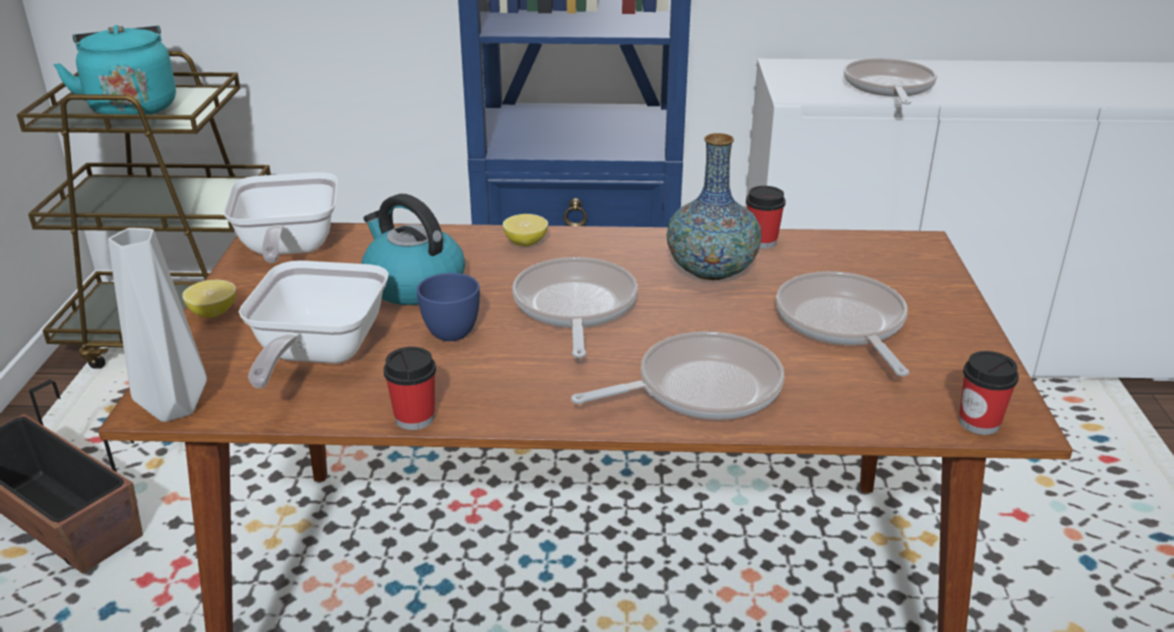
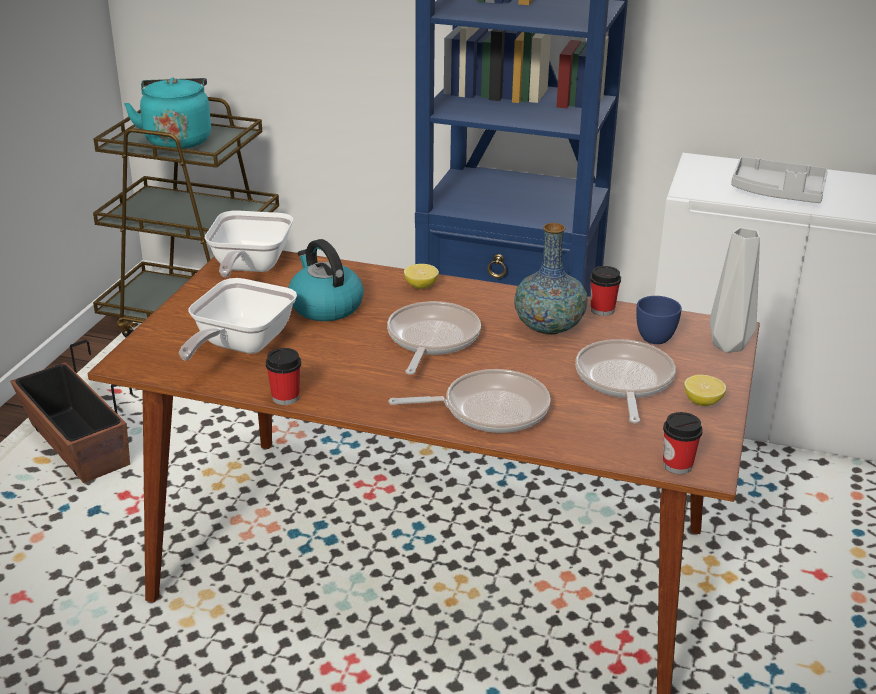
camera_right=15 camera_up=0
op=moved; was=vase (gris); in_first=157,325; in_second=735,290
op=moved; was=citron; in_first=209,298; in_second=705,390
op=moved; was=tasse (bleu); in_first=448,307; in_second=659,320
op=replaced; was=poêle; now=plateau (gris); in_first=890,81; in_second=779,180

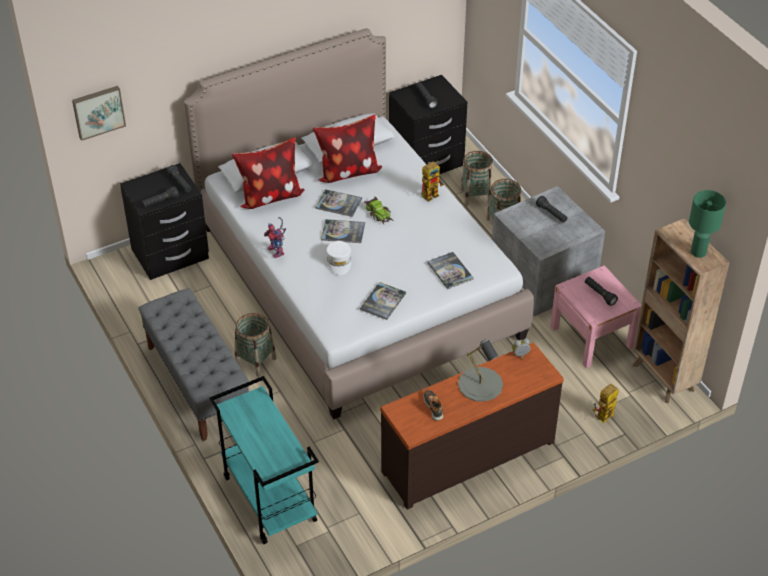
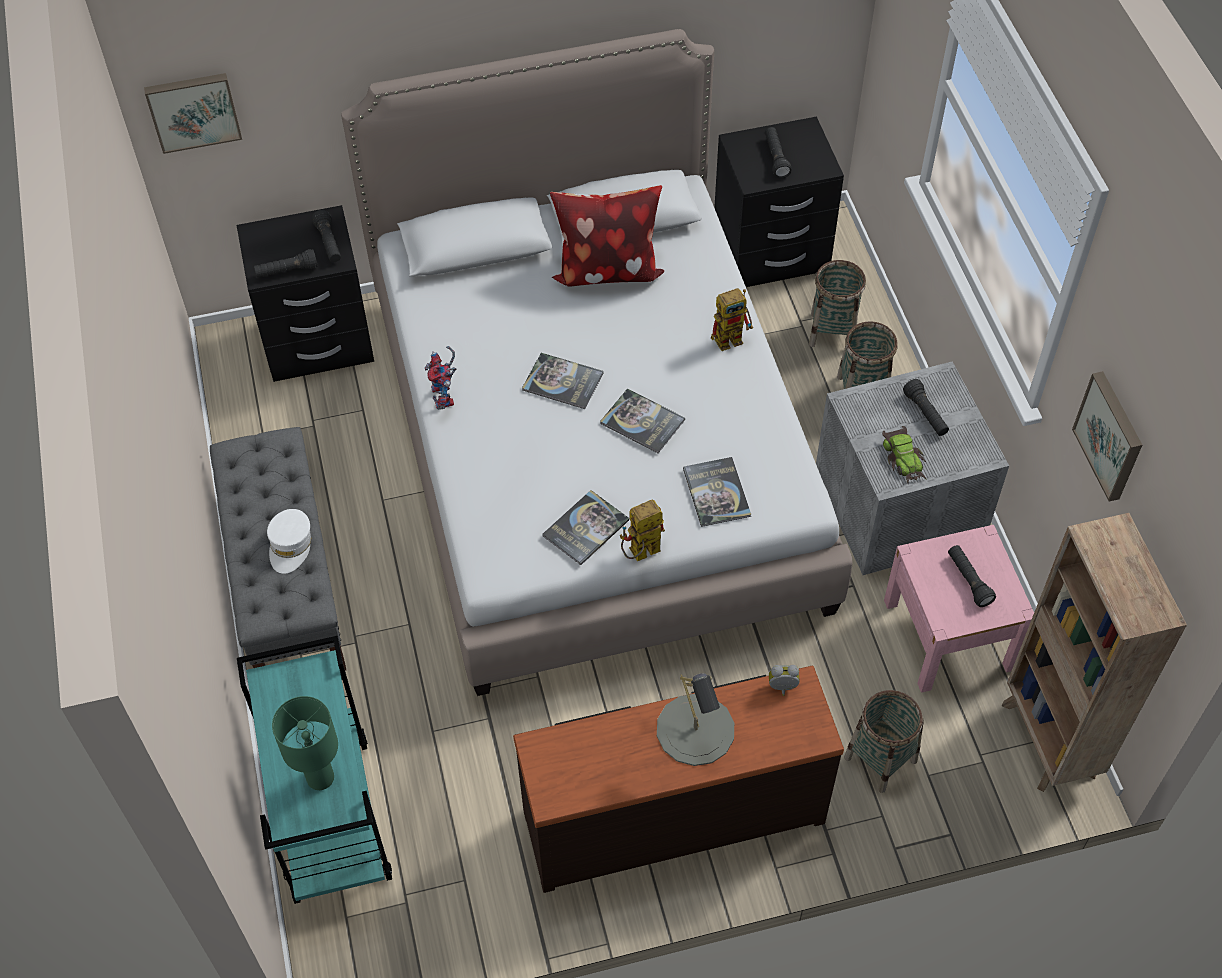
camera_right=15 camera_up=10
op=removed; was=coussin; in_first=268,173
op=removed; was=chaussure; in_first=433,405
op=added; now=tableau; in_second=1107,436
op=moved; was=panier; in_first=255,345; in_second=884,741
op=moved; was=livre; in_first=338,203; in_second=642,420
op=moved; was=casquette (blanc); in_first=338,258; in_second=289,541
op=moved; was=petite voiture; in_first=379,210; in_second=904,455
op=moved; was=robot jouet; in_first=606,403; in_second=642,530
op=moved; was=lampe de table (vert); in_first=707,224; in_second=305,743

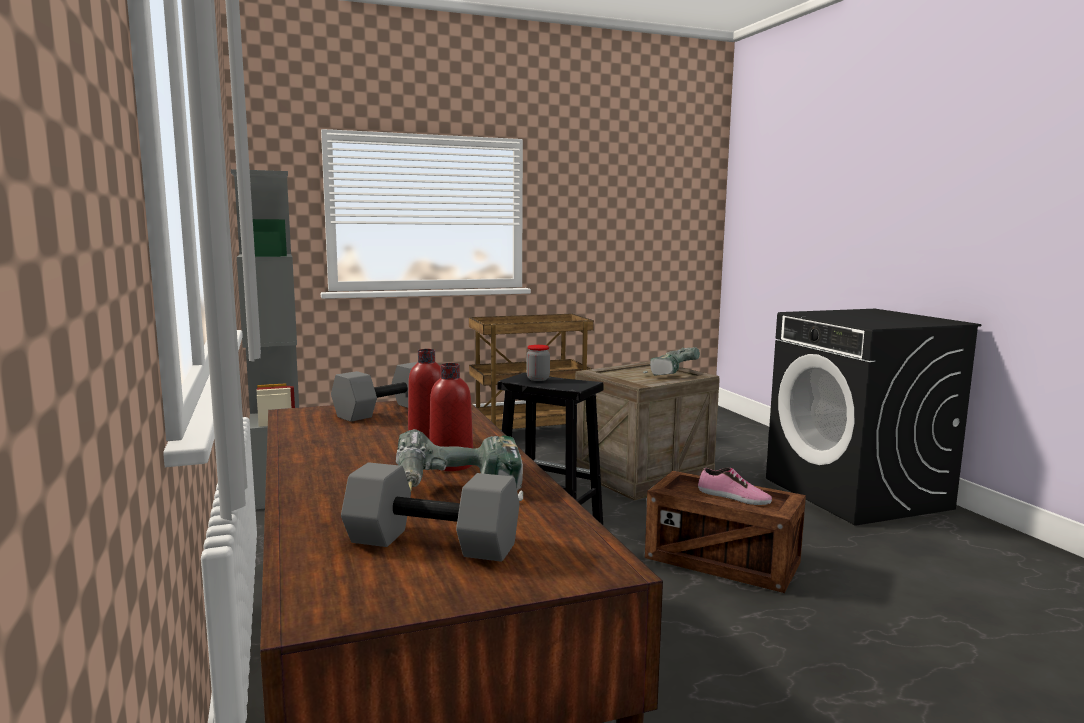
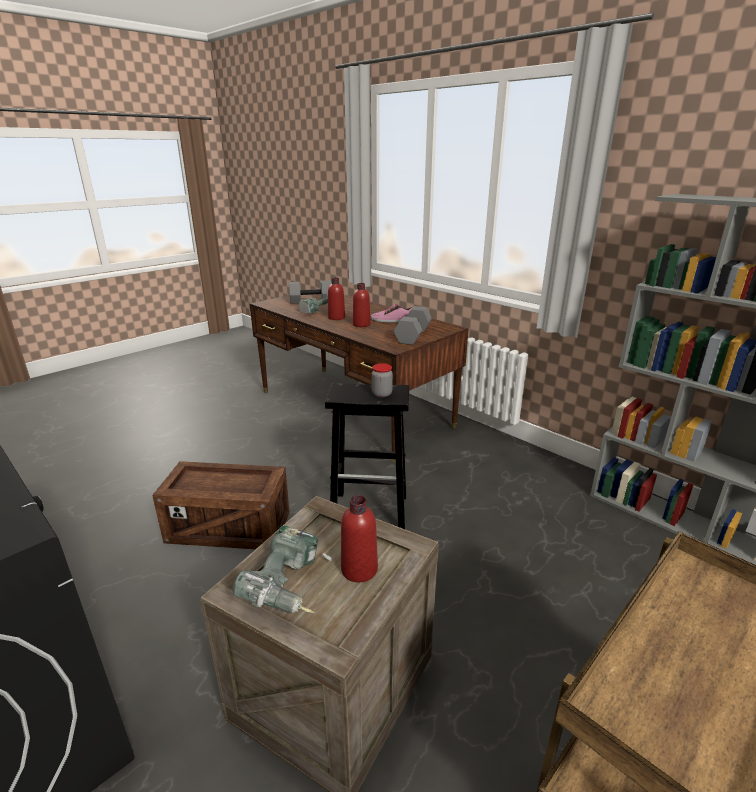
camera_right=155 camera_up=15
op=added; now=bouteille (rouge); in_second=359,538
op=moved; was=chaussure; in_first=735,486; in_second=392,313

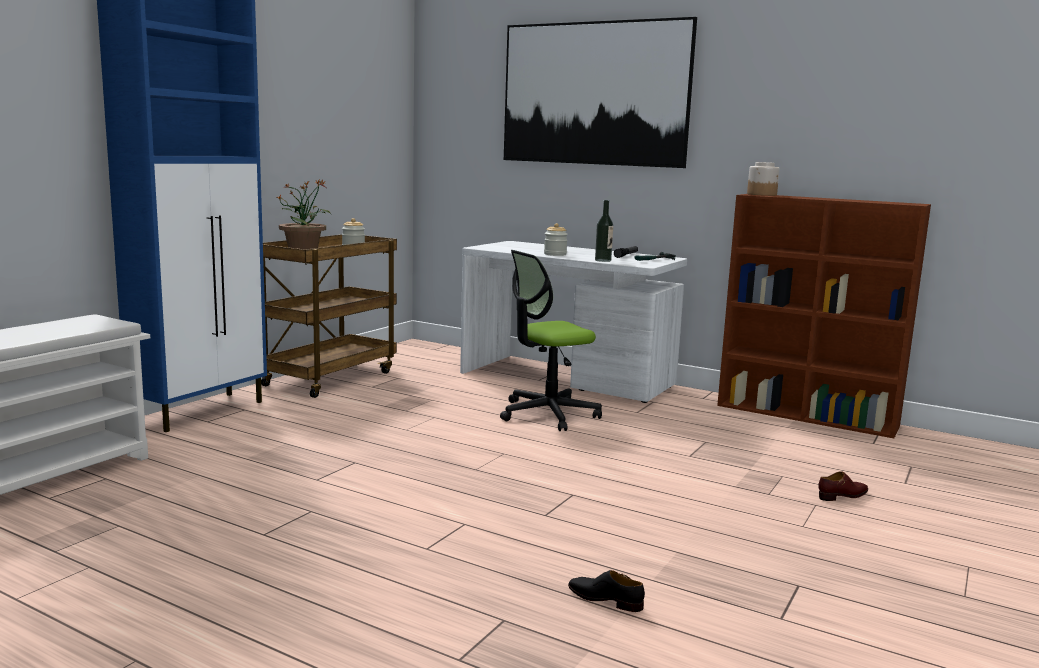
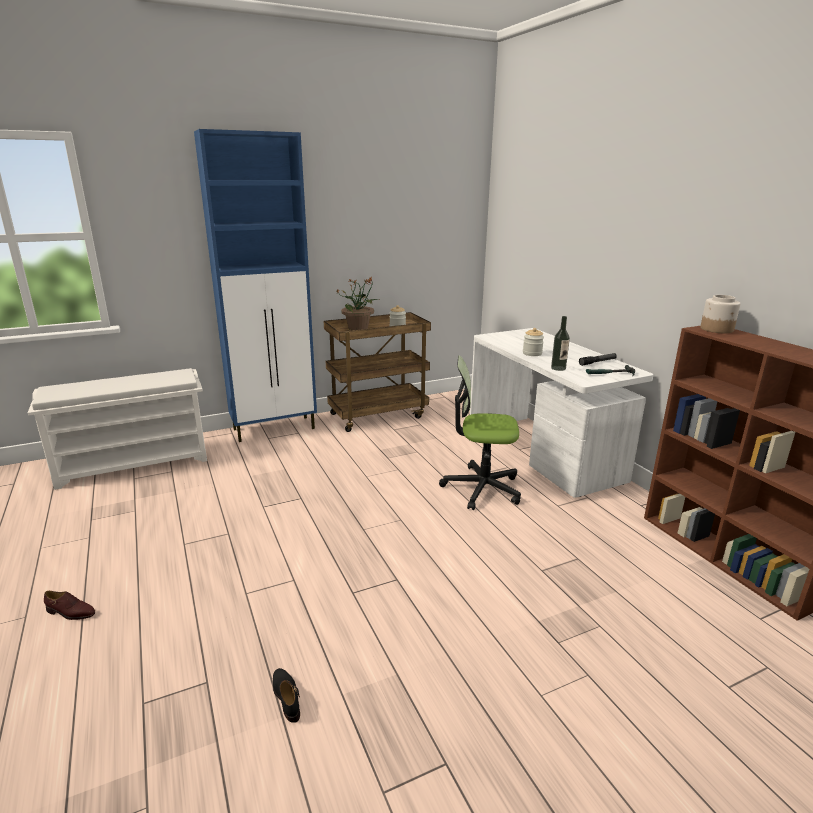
camera_right=35 camera_up=10
op=removed; was=tableau; in_first=600,92
op=moved; was=chaussure (marron); in_first=843,486; in_second=69,605

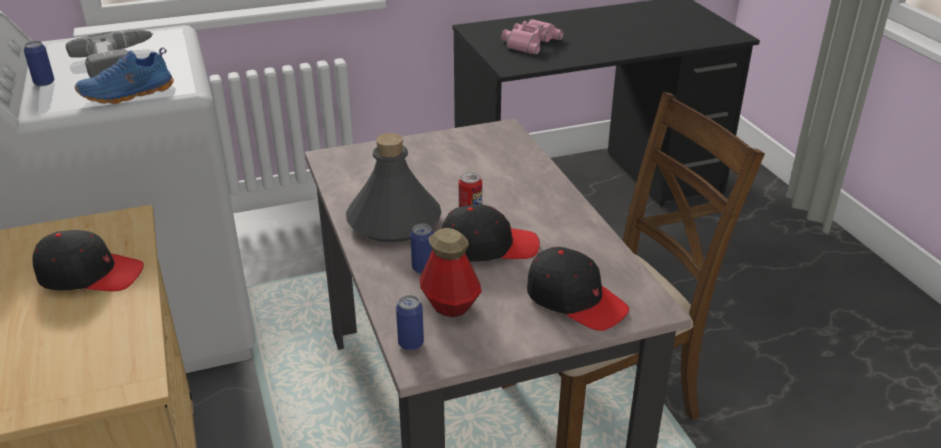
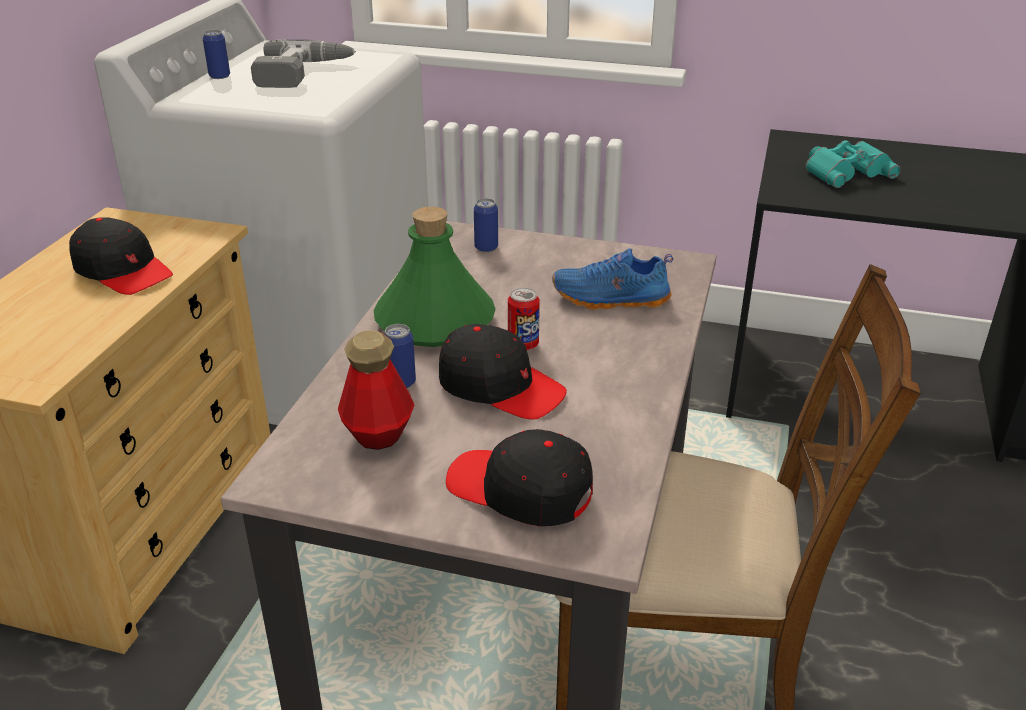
camera_right=35 camera_up=0
op=moved; was=chaussure (bleu); in_first=124,75; in_second=612,279
op=moved; was=boîte métallique; in_first=410,323; in_second=486,225
op=recoloured; was=bouteille (gris); now=bouteille (vert); in_first=394,187; in_second=435,277
op=recoloured; was=jumelles (rose); now=jumelles (turquoise); in_first=532,37; in_second=853,164
op=turned; was=casquette (noir); in_first=578,289; in_second=519,477; clockwise=135

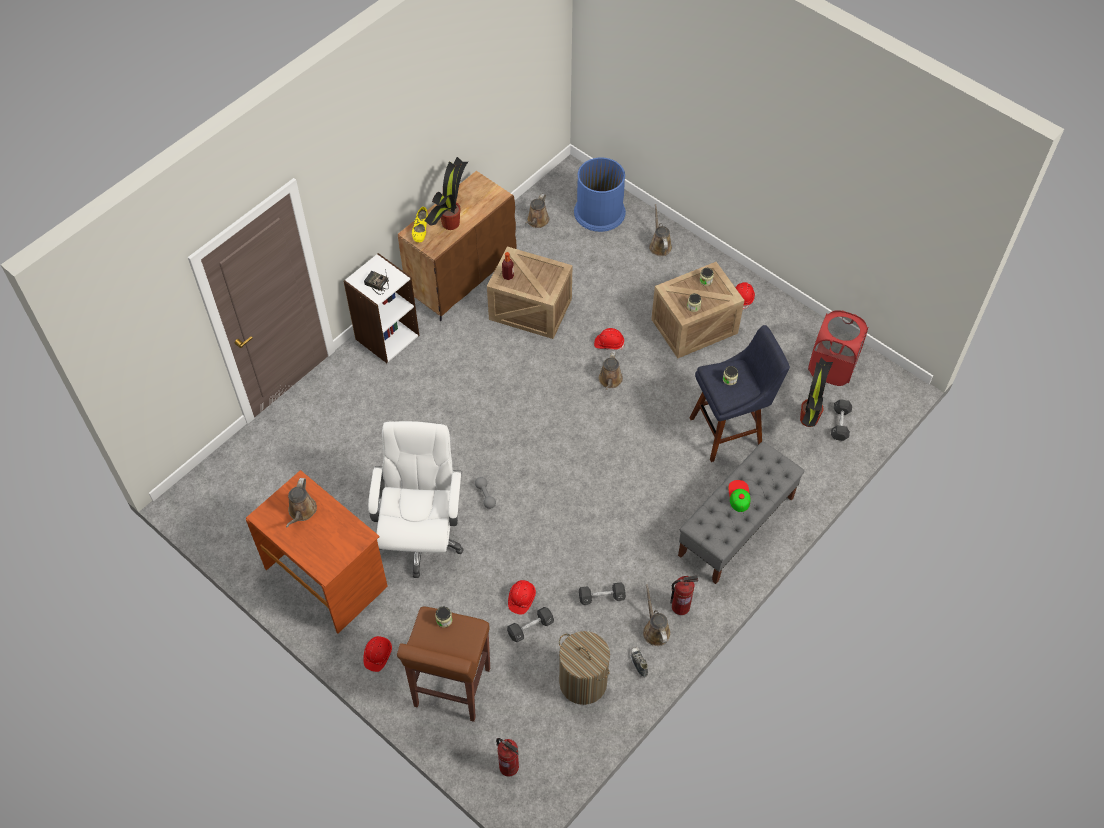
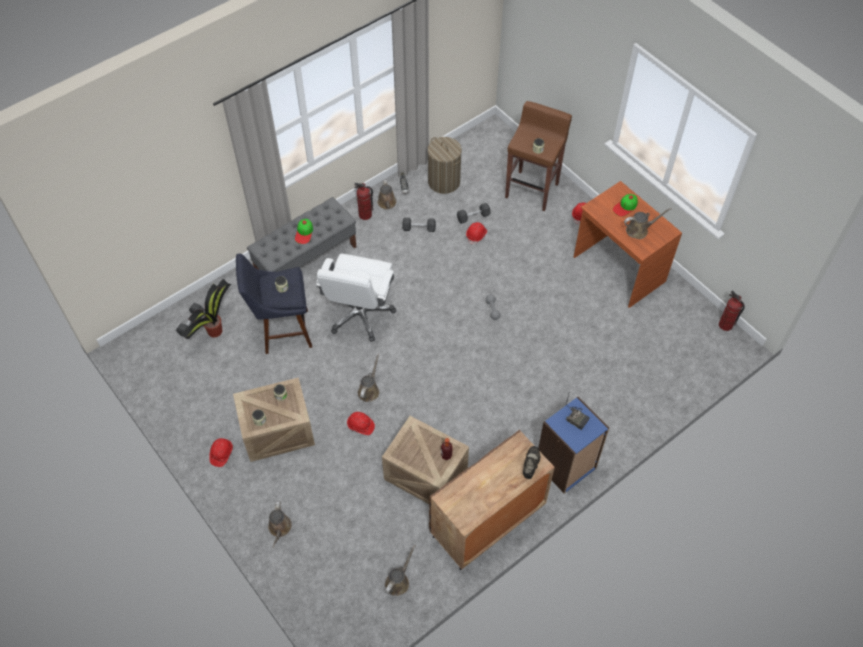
camera_right=-170 camera_up=0
op=removed; was=plante en pot; in_first=446,193
op=removed; was=poubelle (bleu); in_first=600,194
op=removed; was=panier à linge (rouge); in_first=838,348
op=added; now=casquette; in_second=625,205
op=moved; was=chaise de bureau (blanc); in_first=416,499; in_second=356,298
op=moved; was=extincteur; in_first=507,757; in_second=732,310
op=recoloured; was=bibliothèque (blanc); now=bibliothèque (bleu); in_first=381,308; in_second=573,445
op=recoloured; was=chaussure (jaune); now=chaussure (noir); in_first=420,225; in_second=532,462
op=turned; was=arrosoir (marron); in_first=301,503; in_second=648,223; clockwise=60

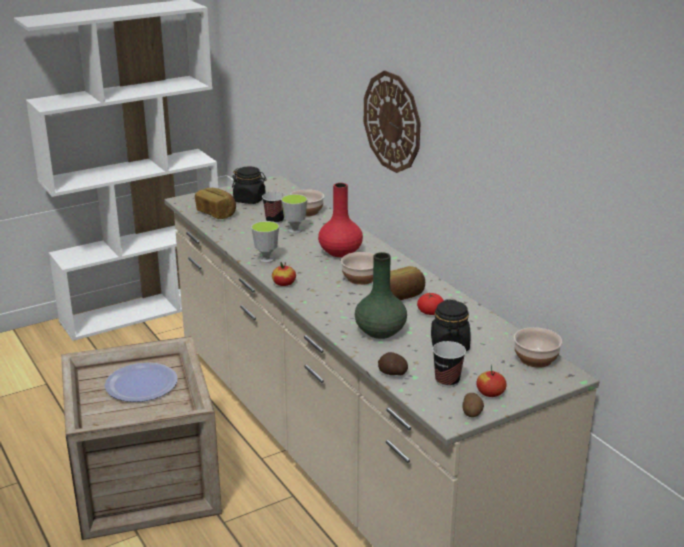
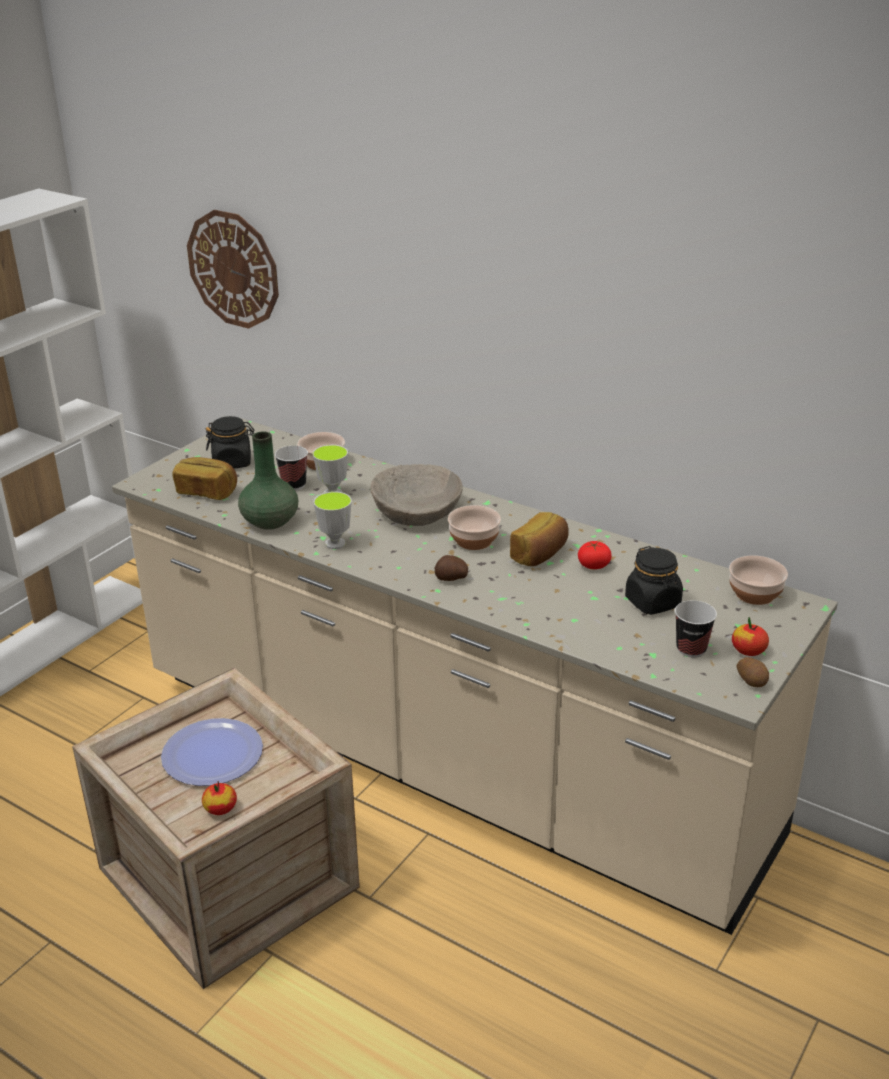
camera_right=-25 camera_up=5
op=moved; was=pomme; in_first=284,274; in_second=219,798
op=moved; was=vase (vert); in_first=381,295; in_second=268,481
op=moved; was=horloge murale; in_first=392,122; in_second=233,269
op=moved; was=pomme de terre; in_first=393,363; in_second=451,568
op=replaced; was=vase (rouge); now=bol (beige); in_first=340,220; in_second=416,495

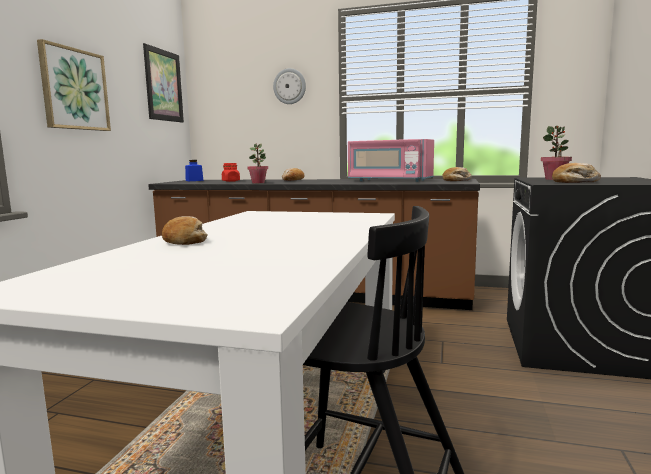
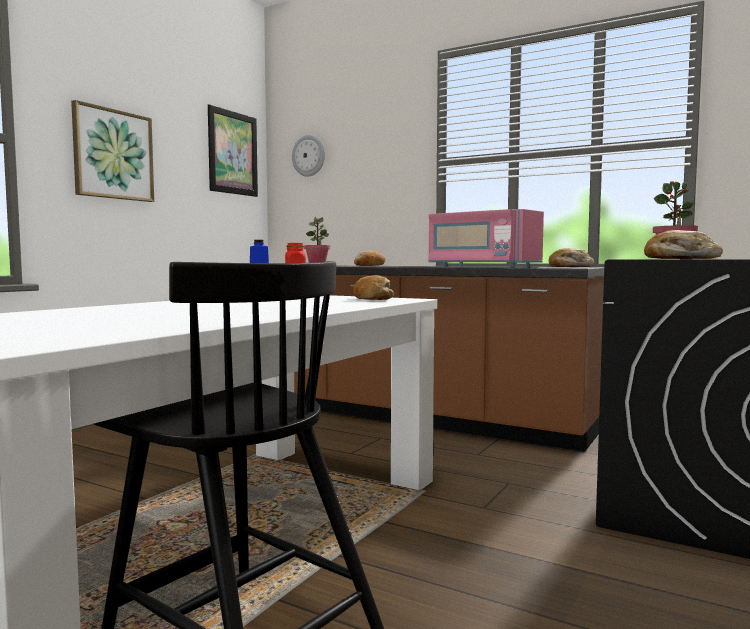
camera_right=15 camera_up=-5
op=moved; was=pain; in_first=185,230; in_second=373,287
op=moved; was=horloge murale; in_first=289,86; in_second=308,156

